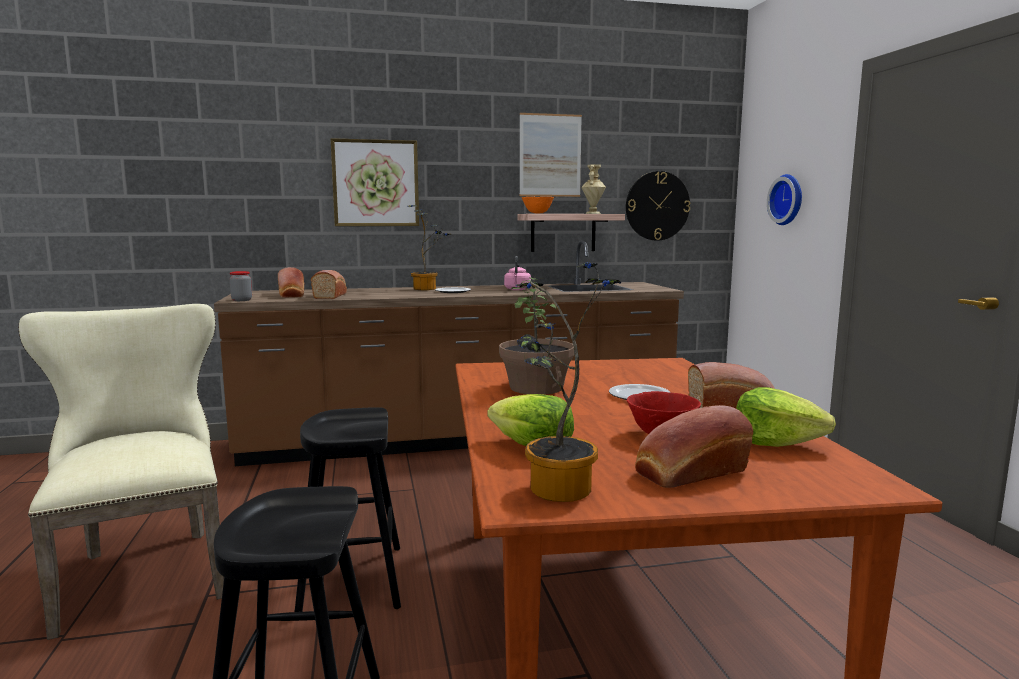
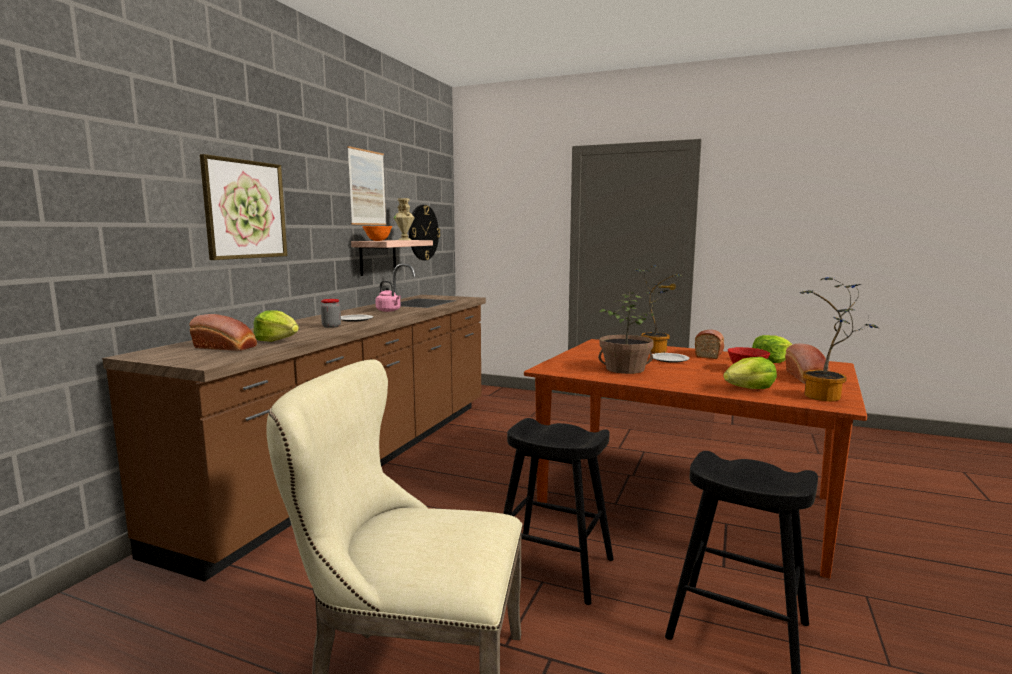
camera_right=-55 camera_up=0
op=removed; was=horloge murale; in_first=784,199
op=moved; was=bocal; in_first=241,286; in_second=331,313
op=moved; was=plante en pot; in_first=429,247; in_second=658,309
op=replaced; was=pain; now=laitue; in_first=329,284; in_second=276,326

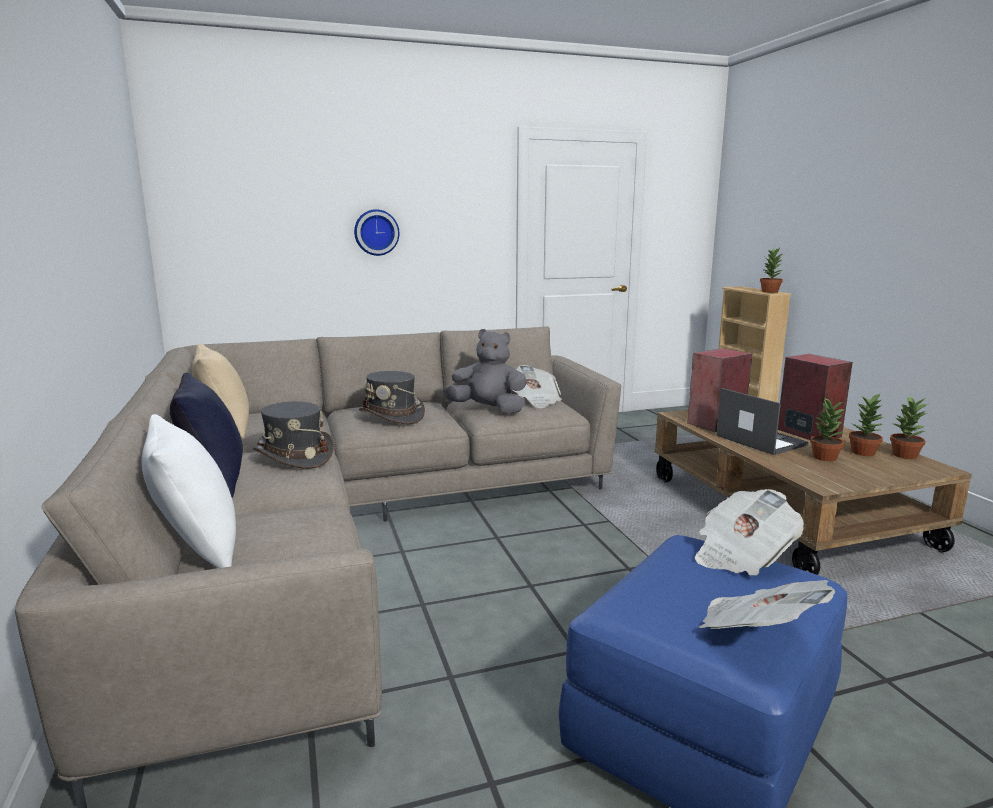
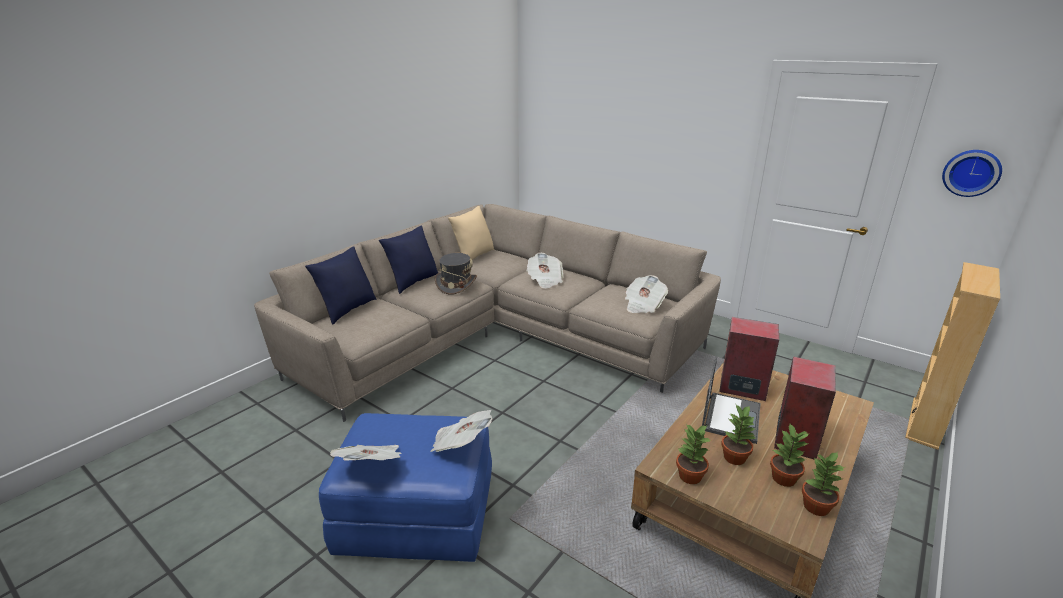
camera_right=55 camera_up=10
op=removed; was=peluche (gris); in_first=485,371
op=moved; was=horloge murale; in_first=376,232; in_second=972,173
op=moved; was=plante en pot; in_first=771,270; in_second=693,454
op=replaced; was=chapeau (gris); now=journal; in_first=392,397; in_second=545,271
op=recoloured; was=coussin (blanc); now=coussin (bleu); in_first=188,491; in_second=341,285

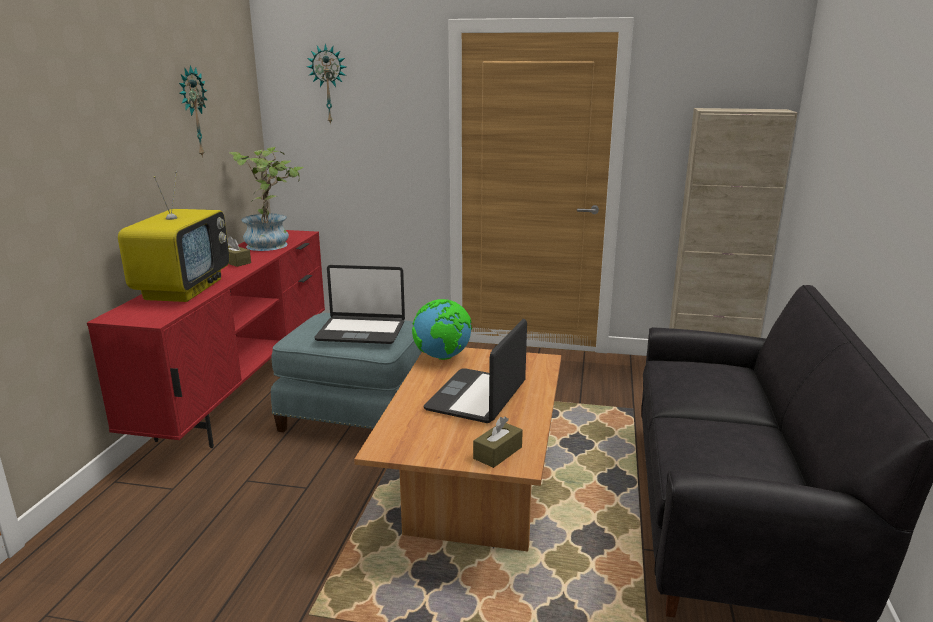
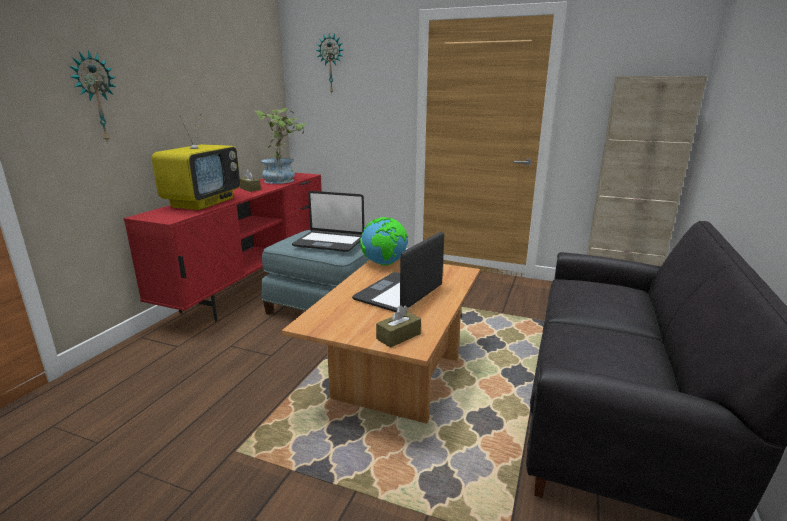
camera_right=10 camera_up=0
op=moved; was=horloge murale; in_first=193,111; in_second=92,96

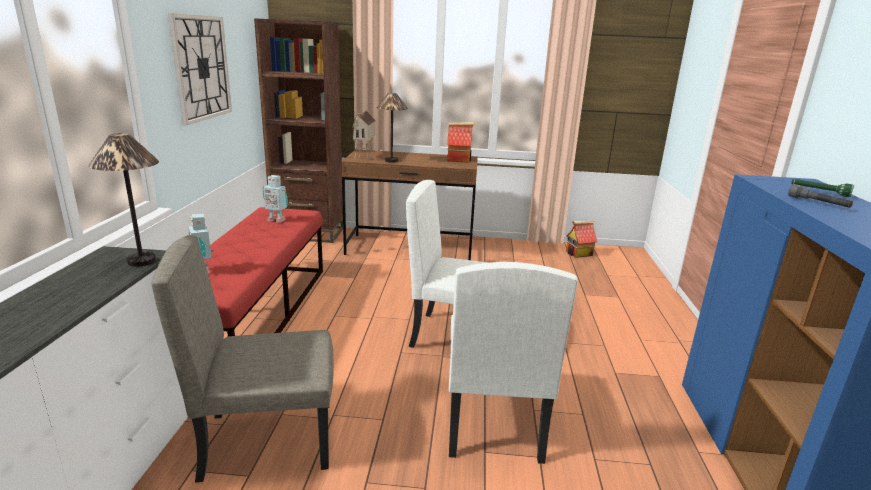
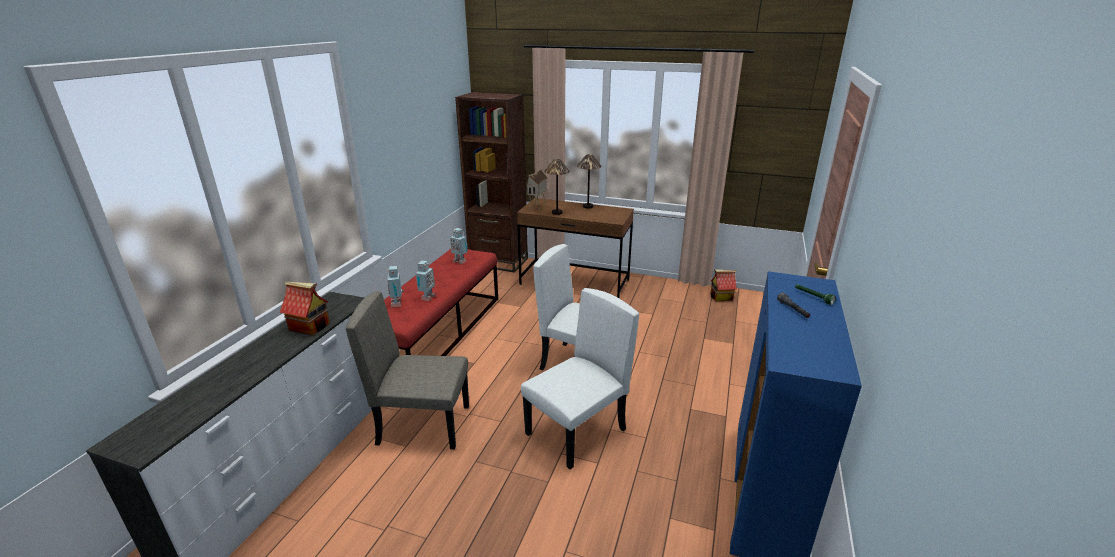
camera_right=15 camera_up=5
op=removed; was=horloge murale; in_first=200,69
op=added; now=robot jouet; in_second=426,281
op=moved; was=lampe de table; in_first=123,200; in_second=589,181
op=moved; was=maison miniature; in_first=461,142; in_second=305,308
op=turned; was=chaise (blanc); in_first=513,363; in_second=580,378; clockwise=-150

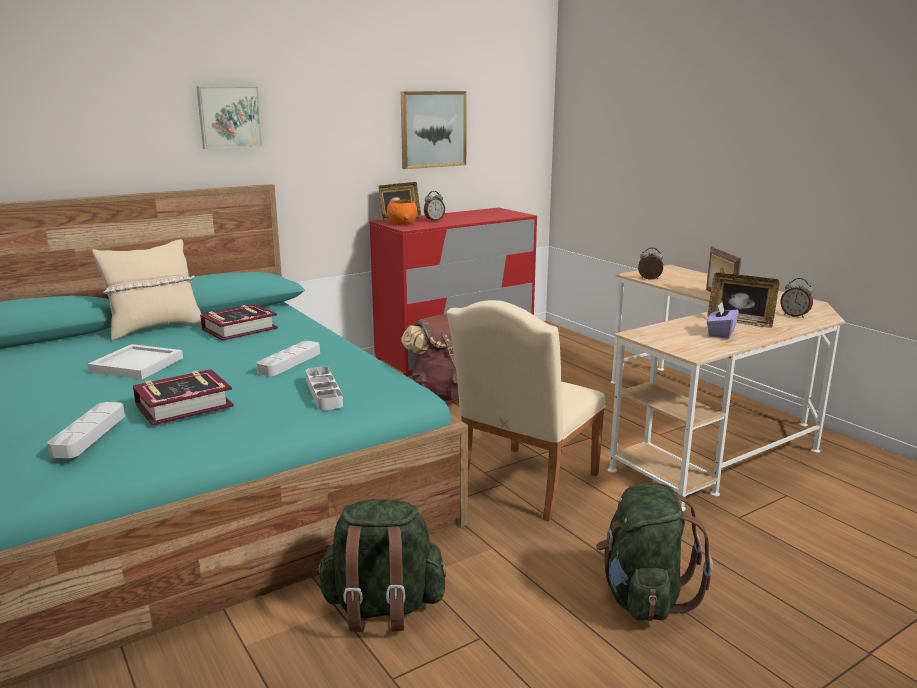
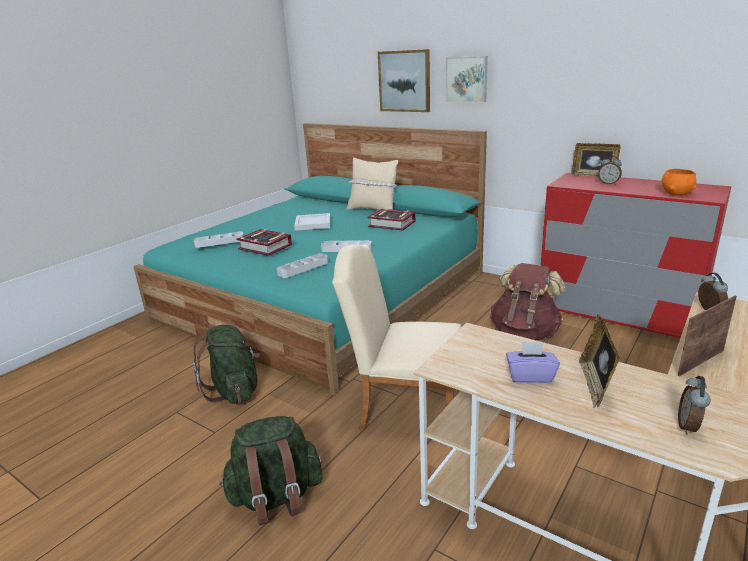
camera_right=70 camera_up=5
op=moved; was=bol (orange); in_first=401,212; in_second=679,182
op=moved; was=tableau; in_first=434,130; in_second=404,80

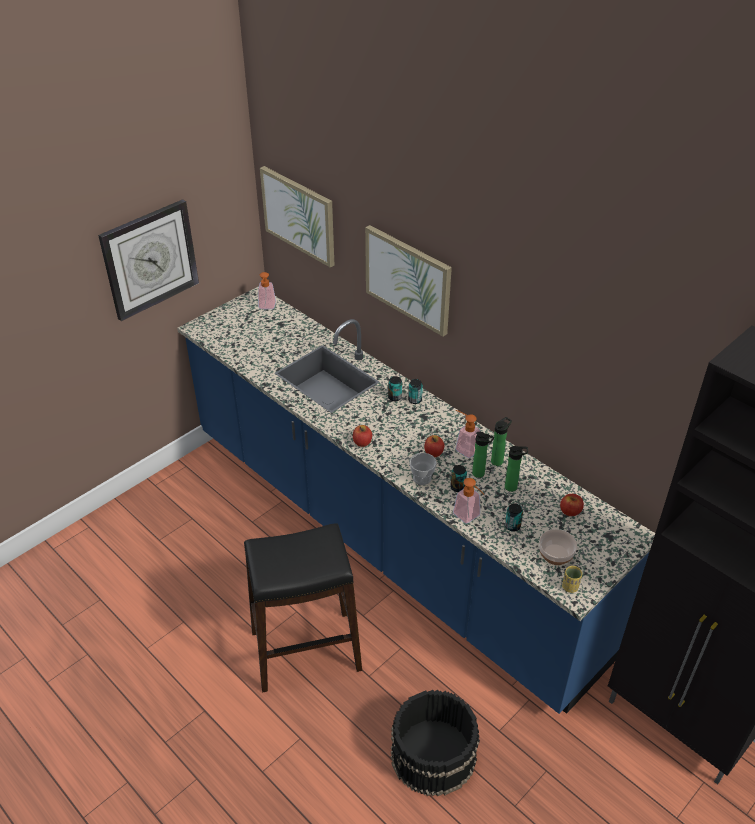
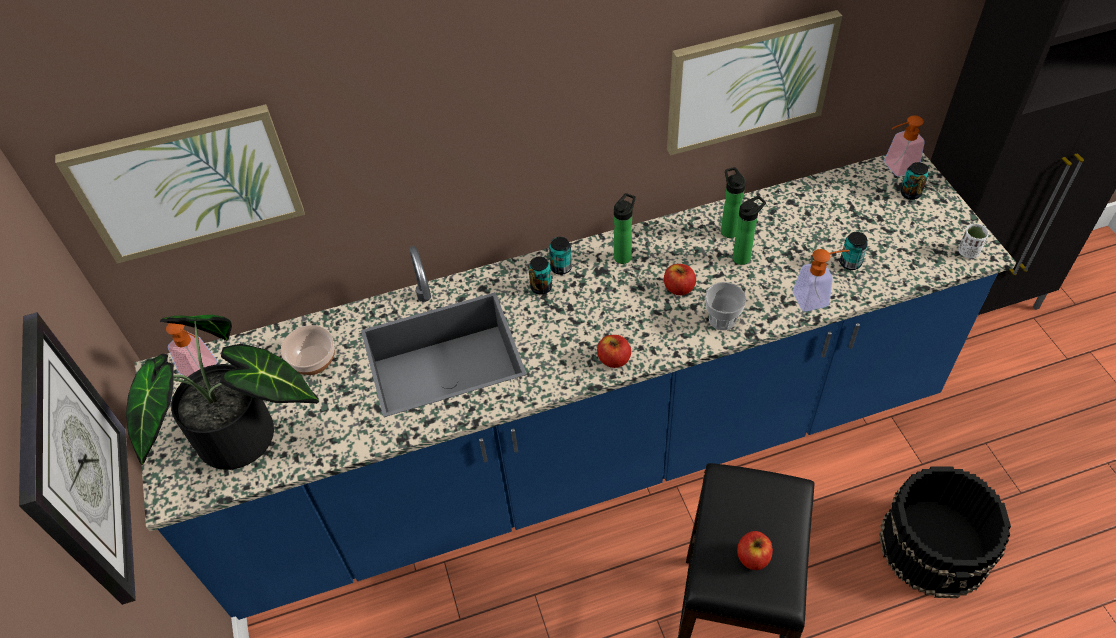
camera_right=-60 camera_up=10
op=added; now=plante en pot; in_second=222,392
op=moved; was=tableau; in_first=408,281; in_second=754,82
op=moved; was=boîte métallique; in_first=458,478; in_second=915,181
op=moved; was=distributeur de savon; in_first=468,434; in_second=904,146
op=moved; was=bouteille; in_first=516,469; in_second=625,228
op=moved; was=bol; in_first=558,547; in_second=308,350
op=moved; was=pomme; in_first=572,505; in_second=755,550
op=recoloured; was=tasse (jaune); now=tasse (blanc); in_first=572,579; in_second=973,241

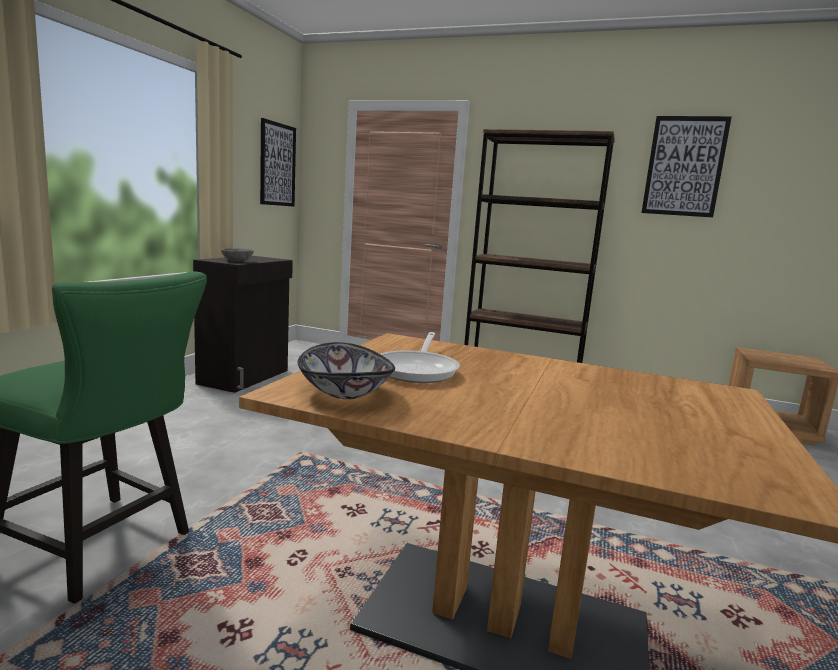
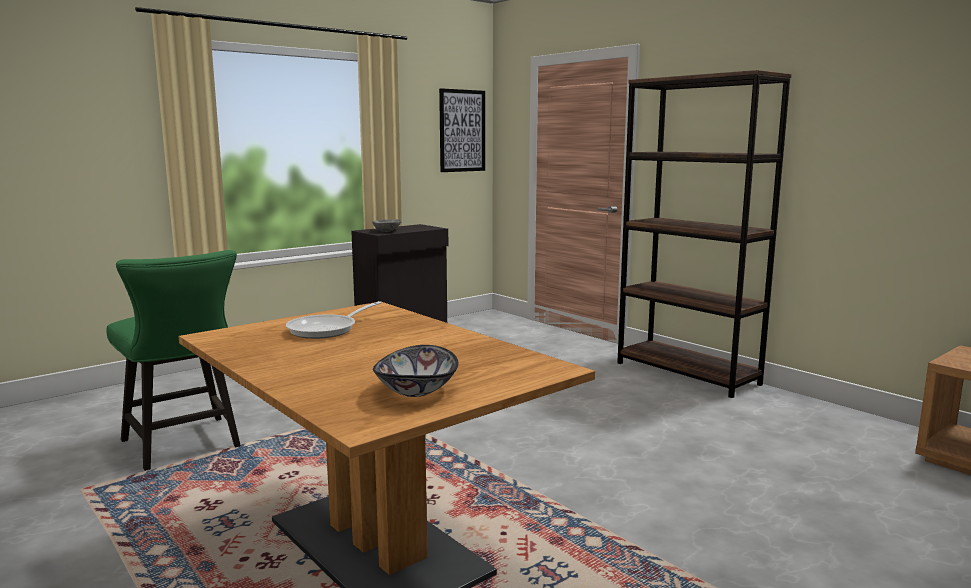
camera_right=30 camera_up=0
op=removed; was=tableau; in_first=686,166
op=moved; was=bol; in_first=346,370; in_second=416,371

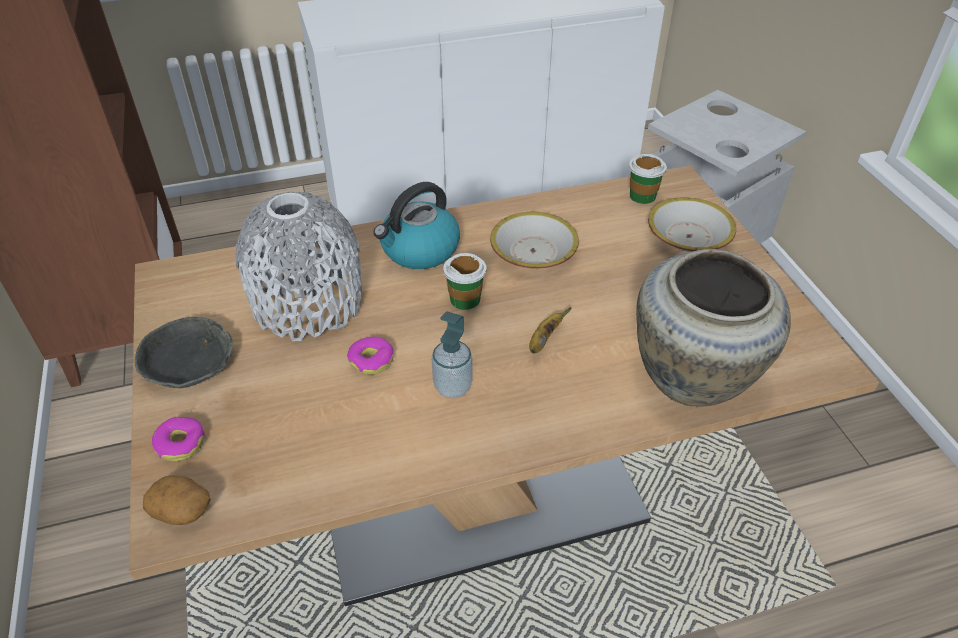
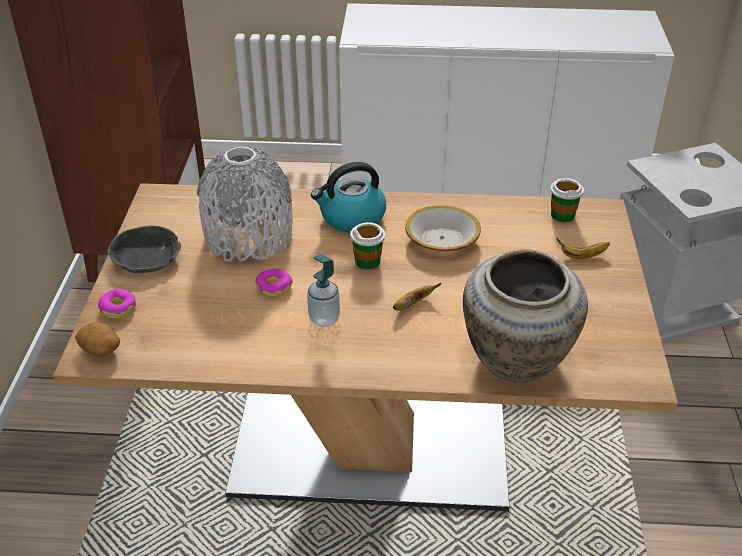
camera_right=20 camera_up=-5
op=replaced; was=bol; now=banane; in_first=692,224; in_second=583,248

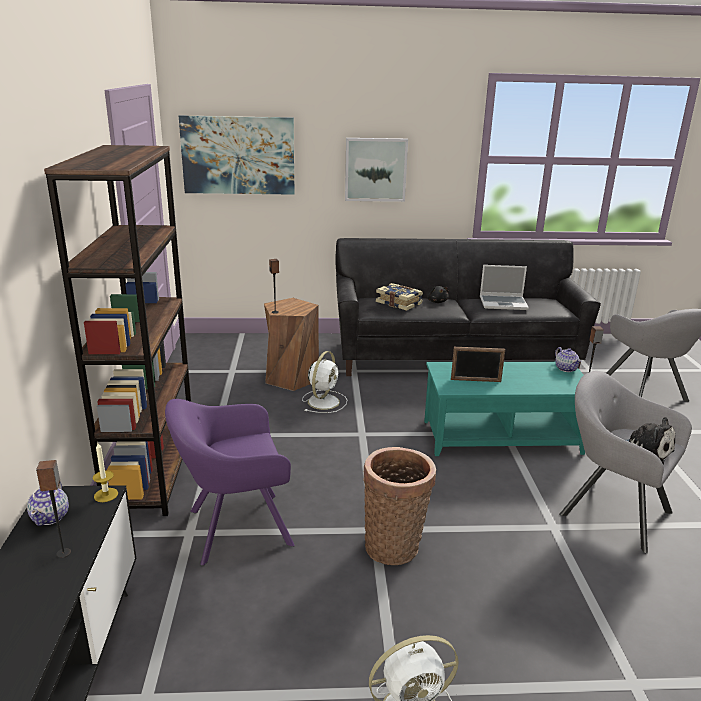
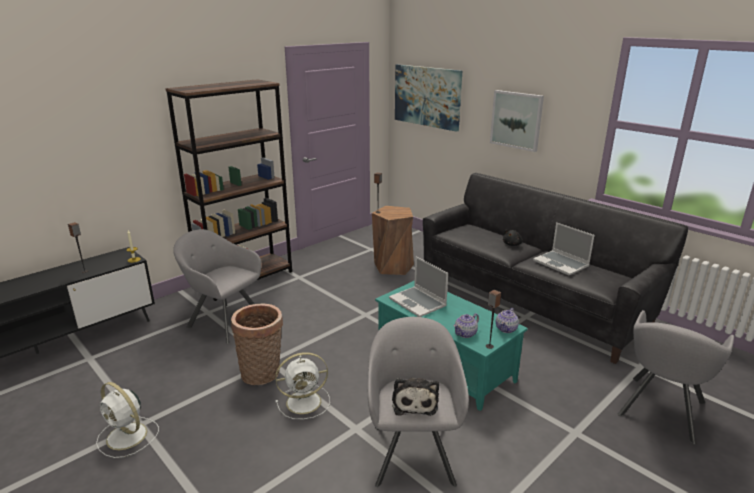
camera_right=50 camera_up=0
op=removed; was=livre; in_first=399,297
op=moved; was=théière; in_first=48,504; in_second=466,325
op=moved; was=ventilateur (blanc); in_first=324,382; in_second=302,385
op=replaced; was=cadre photo; now=ordinateur portable; in_first=478,364; in_second=418,286
op=recoloured; was=fauteuil (violet); now=fauteuil (gris); in_first=230,482; in_second=217,286

